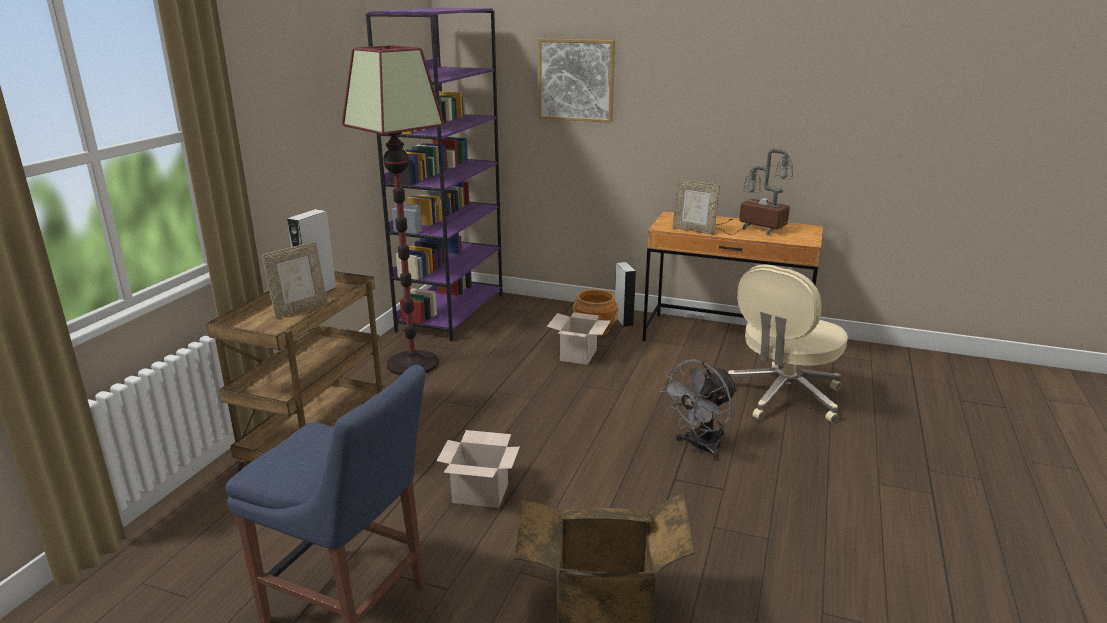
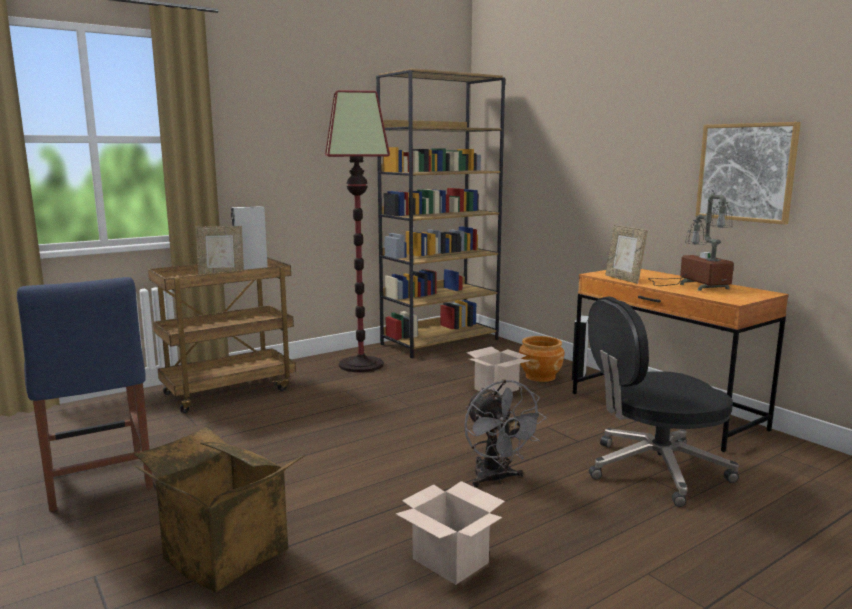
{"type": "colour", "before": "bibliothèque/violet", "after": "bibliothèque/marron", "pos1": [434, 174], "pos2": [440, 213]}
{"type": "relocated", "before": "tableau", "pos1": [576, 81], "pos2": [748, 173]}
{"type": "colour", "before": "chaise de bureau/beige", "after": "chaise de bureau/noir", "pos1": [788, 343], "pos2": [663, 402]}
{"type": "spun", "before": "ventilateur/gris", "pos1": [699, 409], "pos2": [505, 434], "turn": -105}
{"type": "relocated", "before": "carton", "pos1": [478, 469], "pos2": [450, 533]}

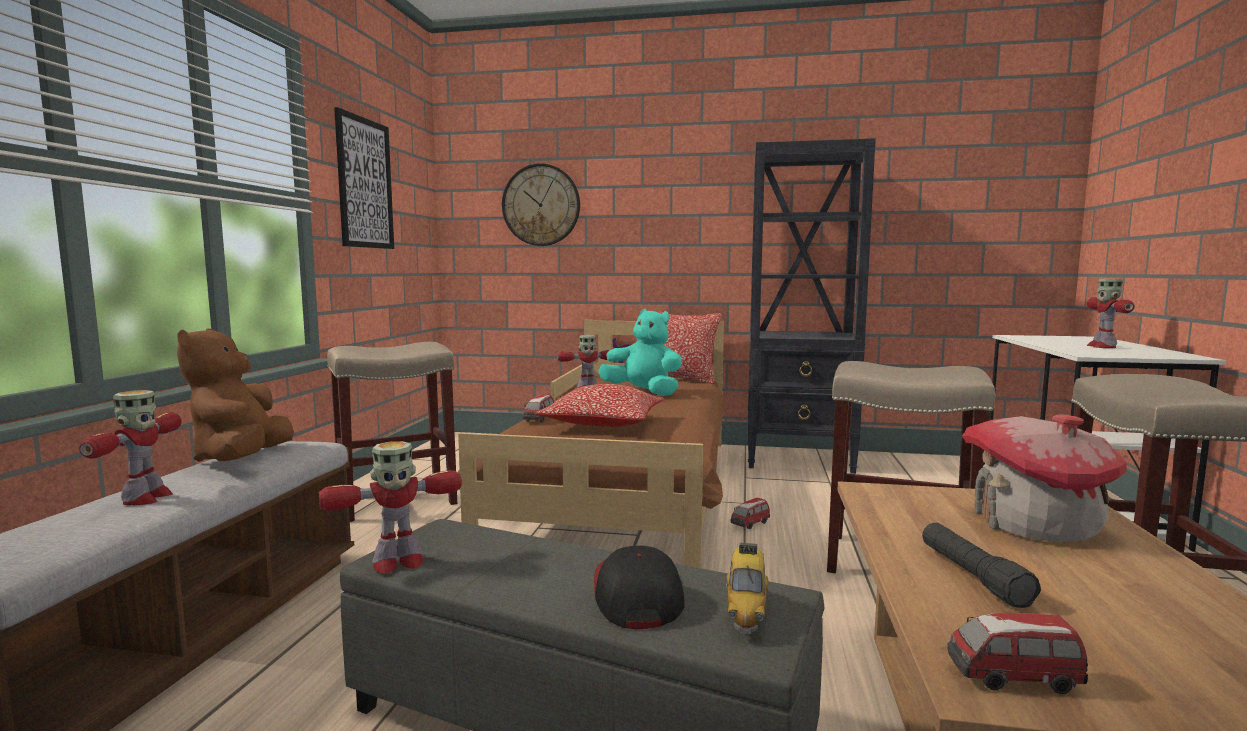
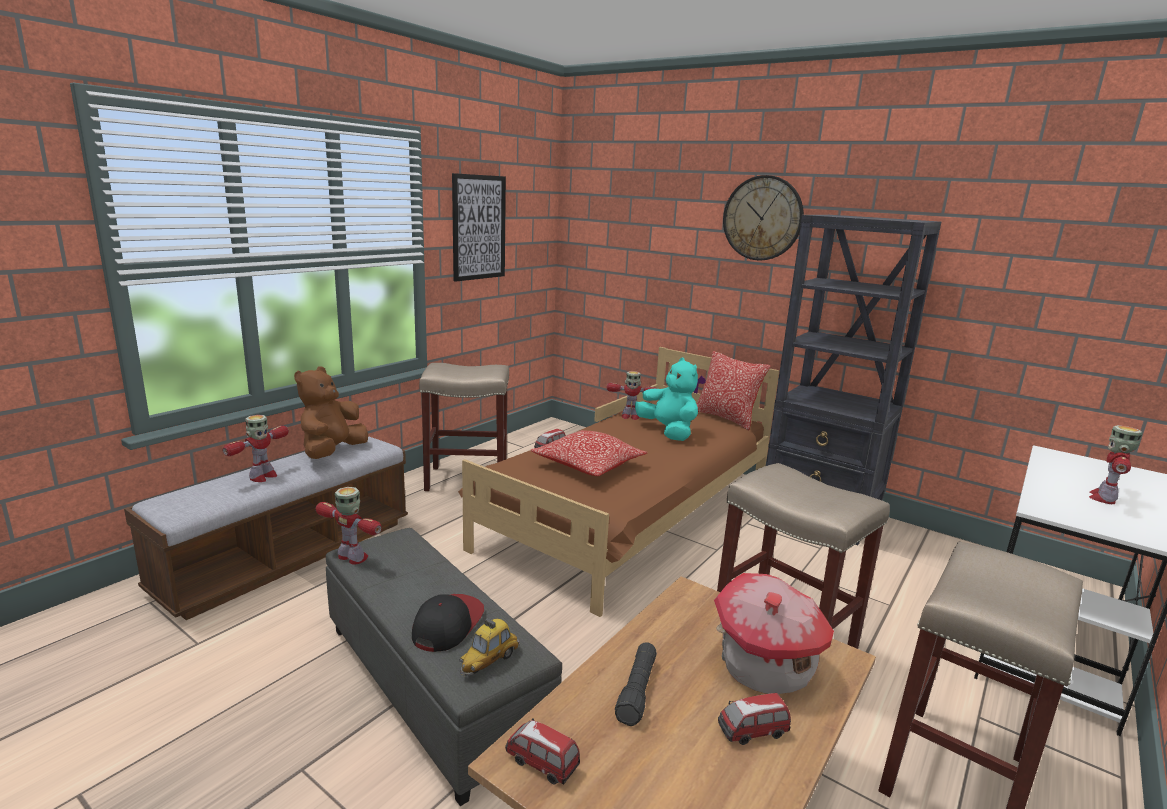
{"type": "relocated", "before": "horloge murale", "pos1": [541, 204], "pos2": [763, 217]}
{"type": "spun", "before": "robot jouet", "pos1": [390, 507], "pos2": [349, 526], "turn": -150}
{"type": "relocated", "before": "petite voiture", "pos1": [750, 513], "pos2": [754, 719]}

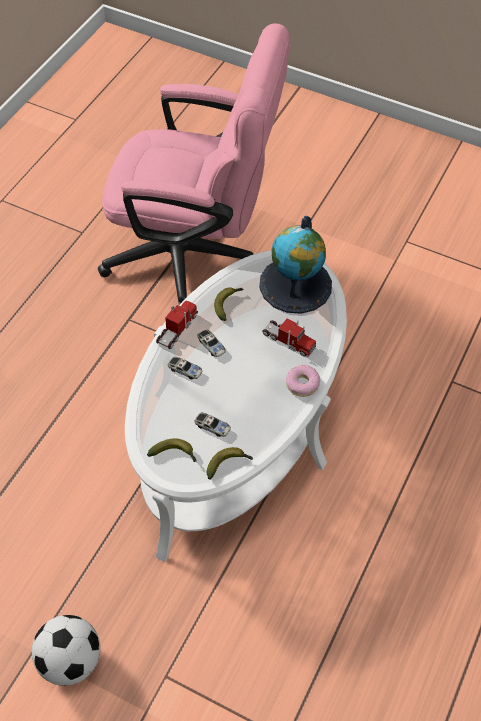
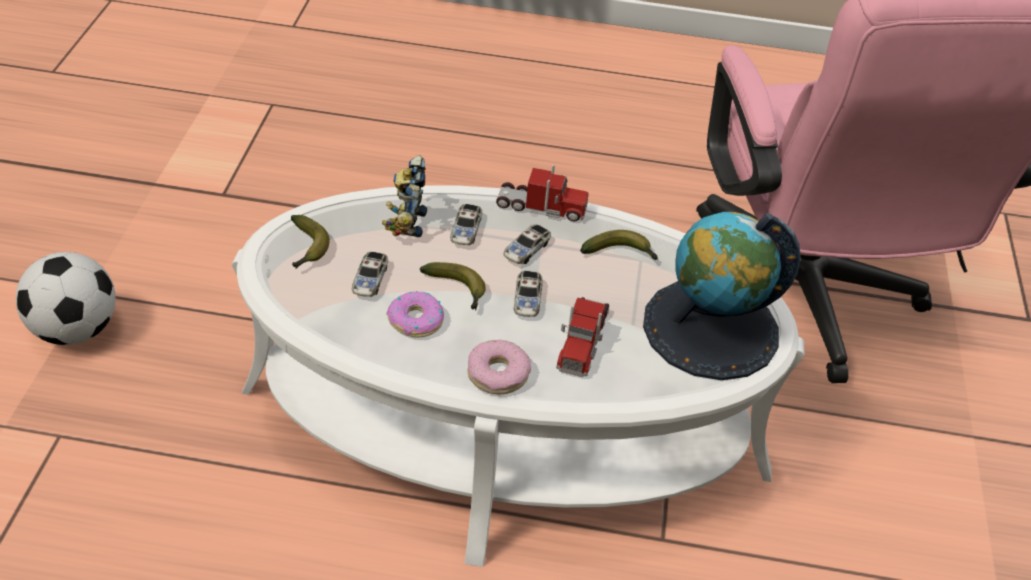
{"type": "relocated", "before": "banane", "pos1": [230, 463], "pos2": [453, 286]}
{"type": "appeared", "after": "robot jouet", "pos2": [404, 196]}
{"type": "appeared", "after": "petite voiture", "pos2": [528, 294]}
{"type": "appeared", "after": "beignet", "pos2": [415, 314]}

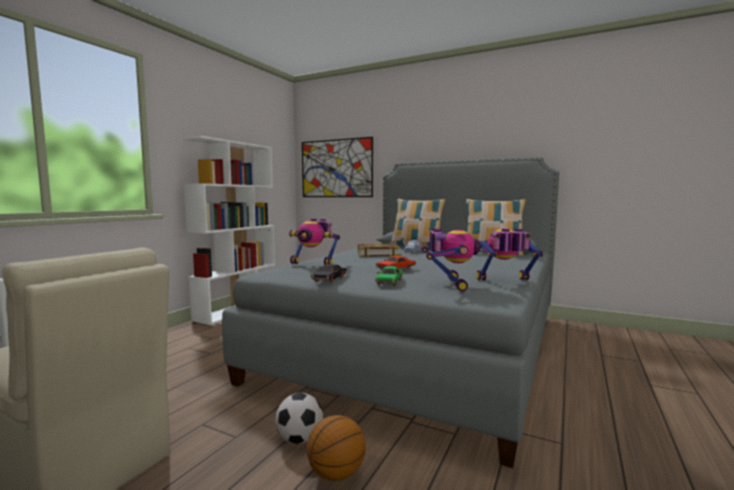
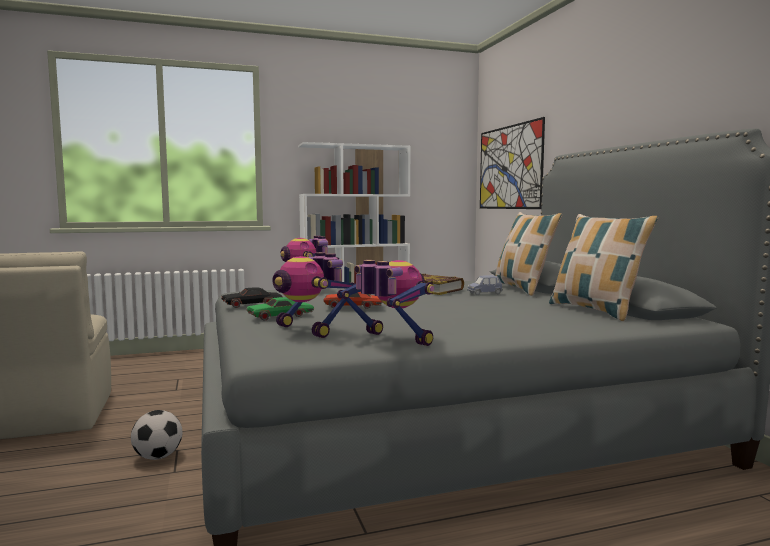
{"type": "spun", "before": "robot jouet", "pos1": [450, 259], "pos2": [314, 295], "turn": 90}
{"type": "missing", "before": "ballon de basket", "pos1": [336, 448]}

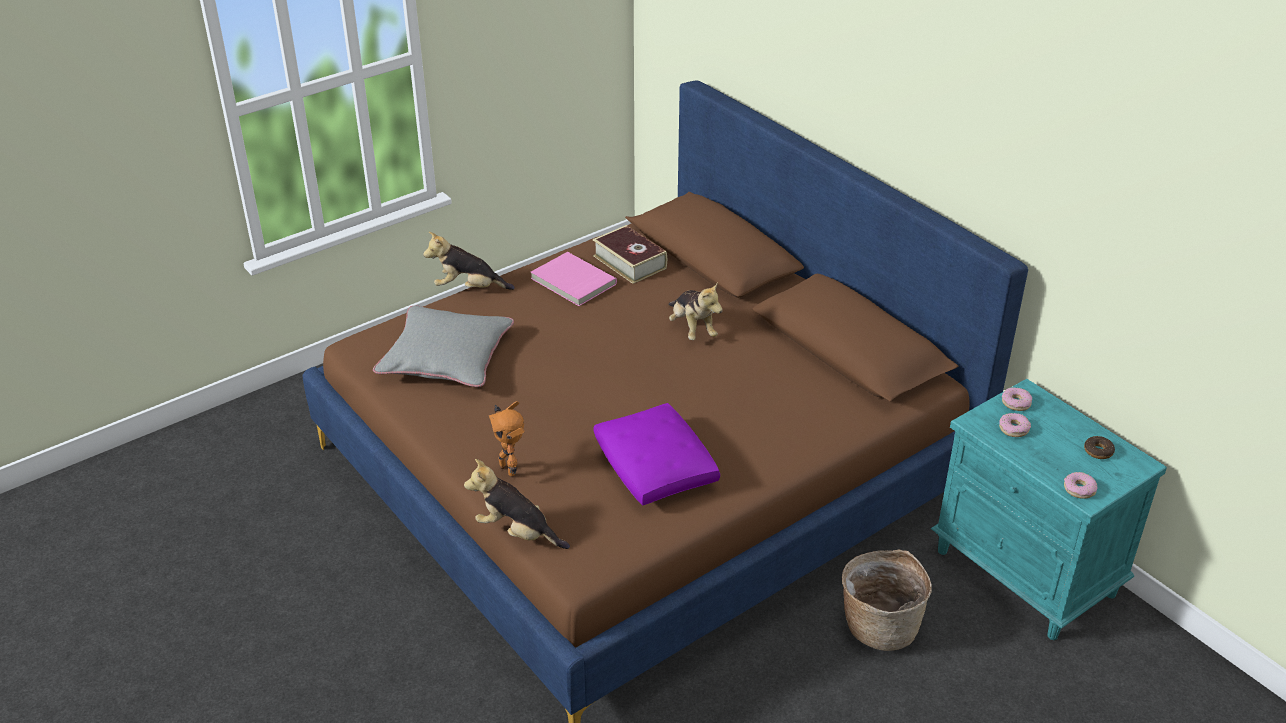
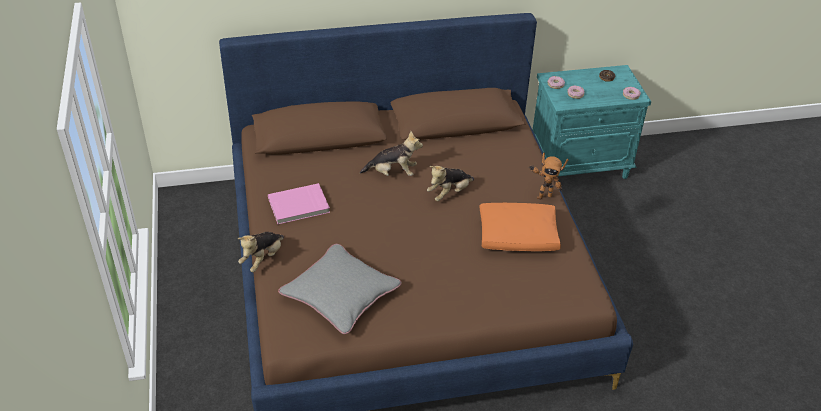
{"type": "missing", "before": "livre", "pos1": [630, 254]}
{"type": "relocated", "before": "robot jouet", "pos1": [507, 439], "pos2": [549, 176]}
{"type": "colour", "before": "coussin/violet", "after": "coussin/orange", "pos1": [657, 454], "pos2": [520, 227]}
{"type": "relocated", "before": "peluche", "pos1": [517, 504], "pos2": [450, 183]}
{"type": "missing", "before": "panier", "pos1": [887, 600]}

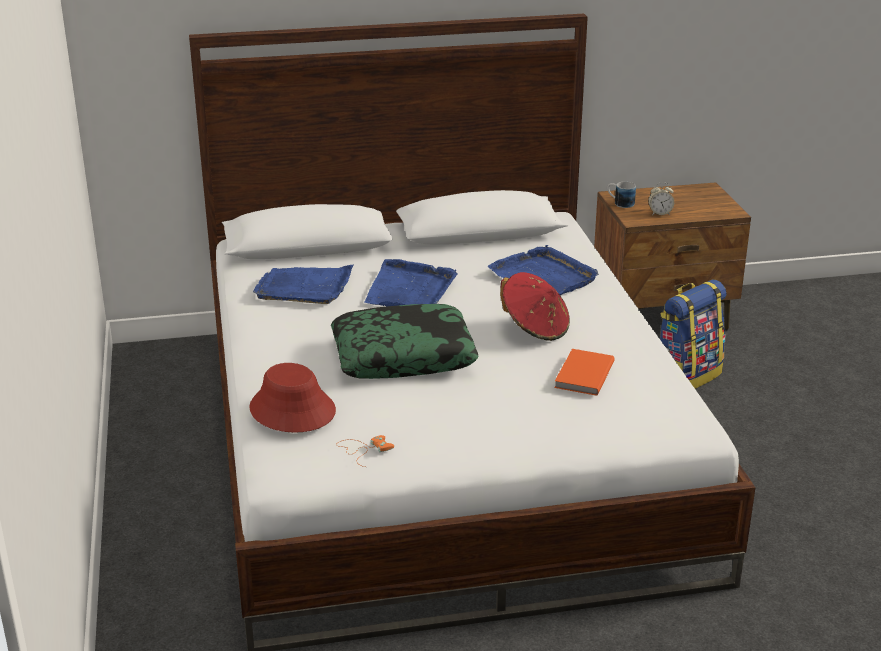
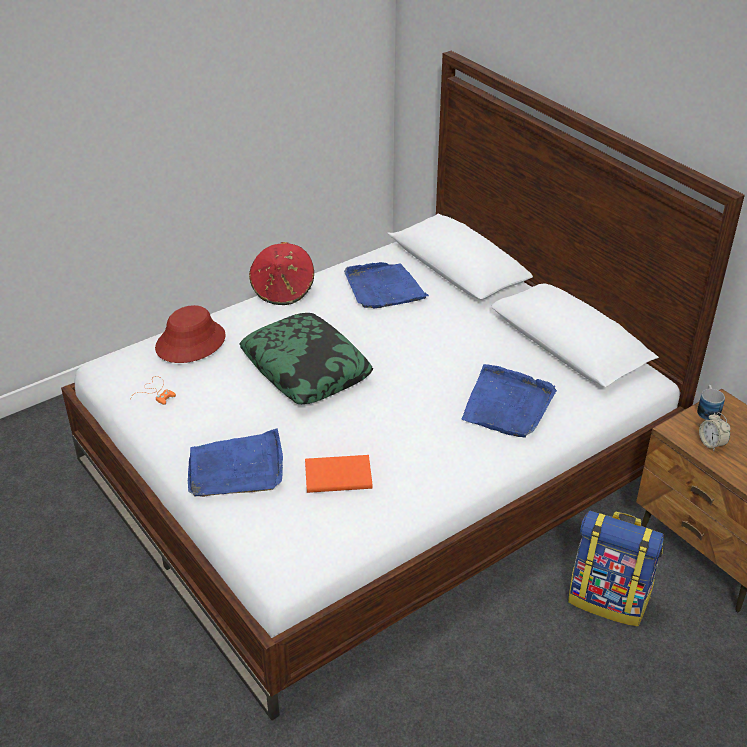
{"type": "relocated", "before": "plateau/bleu", "pos1": [411, 282], "pos2": [235, 463]}
{"type": "relocated", "before": "chapeau/rouge", "pos1": [535, 306], "pos2": [281, 273]}

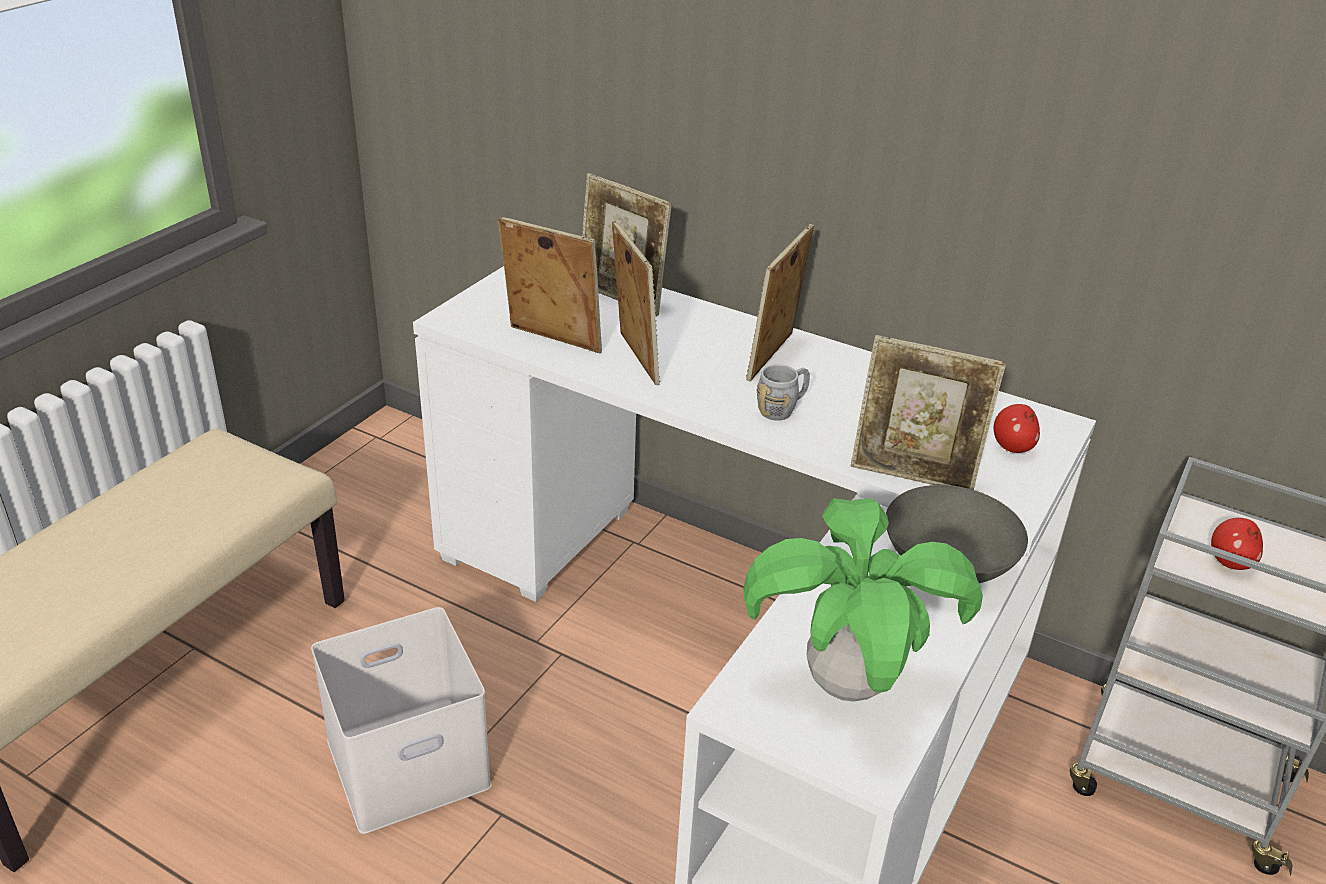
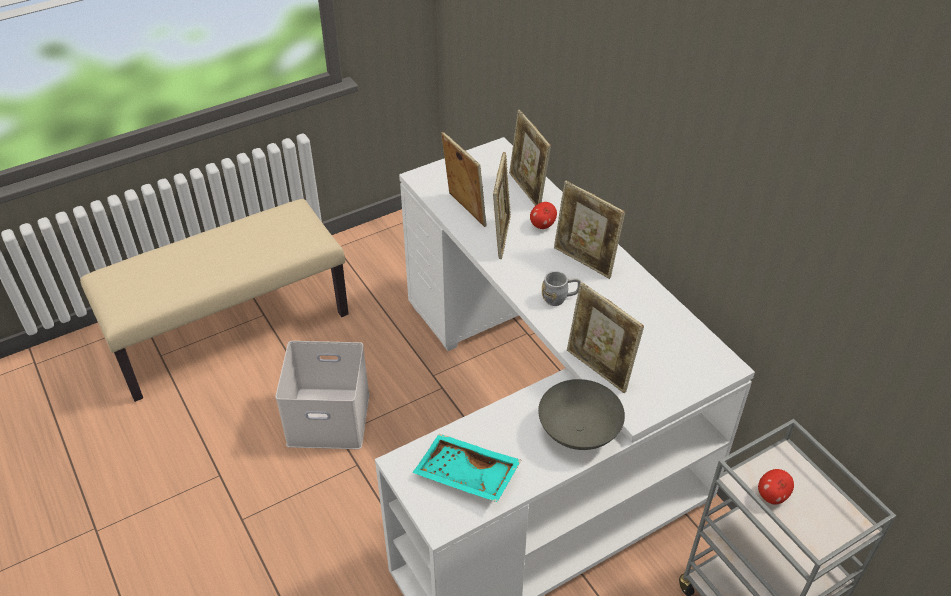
{"type": "spun", "before": "cadre photo", "pos1": [780, 302], "pos2": [589, 230], "turn": -105}
{"type": "relocated", "before": "pomme", "pos1": [1017, 428], "pos2": [543, 215]}
{"type": "exchanged", "before": "plante en pot", "after": "plateau/turquoise", "pos1": [863, 600], "pos2": [466, 468]}

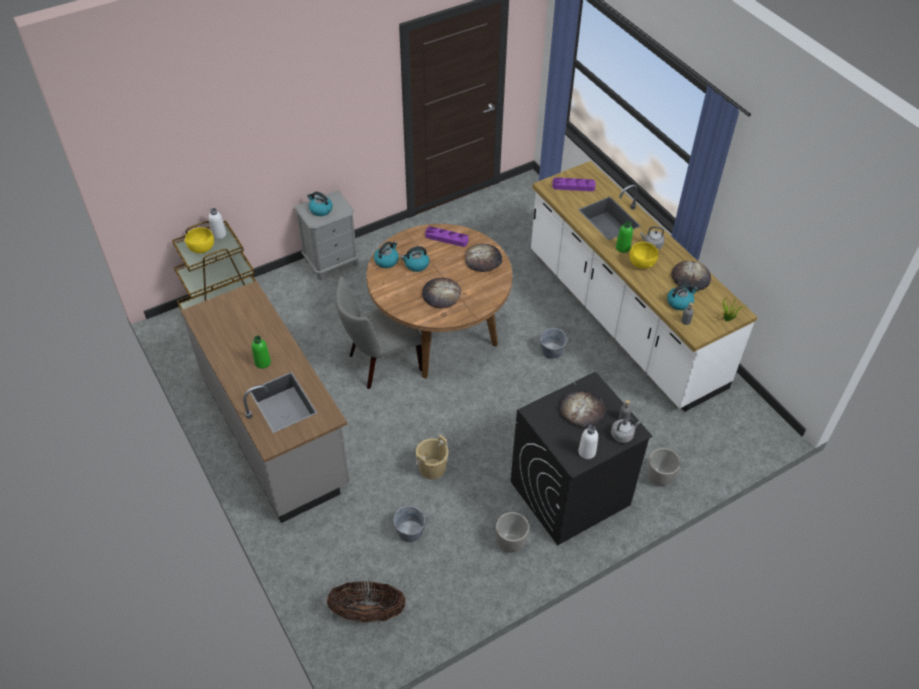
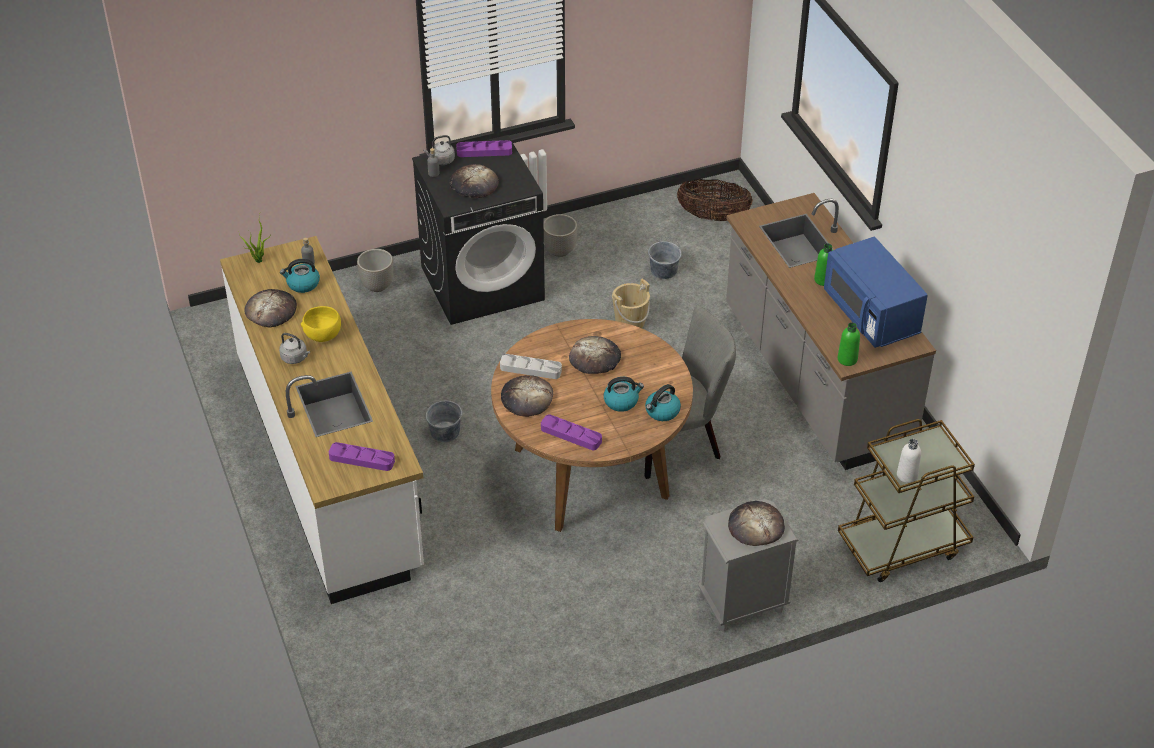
{"type": "exchanged", "before": "bouilloire", "after": "pain", "pos1": [320, 204], "pos2": [756, 523]}
{"type": "relocated", "before": "bouteille/vert", "pos1": [624, 237], "pos2": [849, 344]}
{"type": "missing", "before": "bol/jaune", "pos1": [199, 240]}
{"type": "exchanged", "before": "bouteille/blanc", "after": "plateau/violet", "pos1": [588, 442], "pos2": [484, 148]}
{"type": "appeared", "after": "micro-ondes/bleu", "pos2": [876, 292]}
{"type": "appeared", "after": "plateau/gris", "pos2": [531, 366]}

